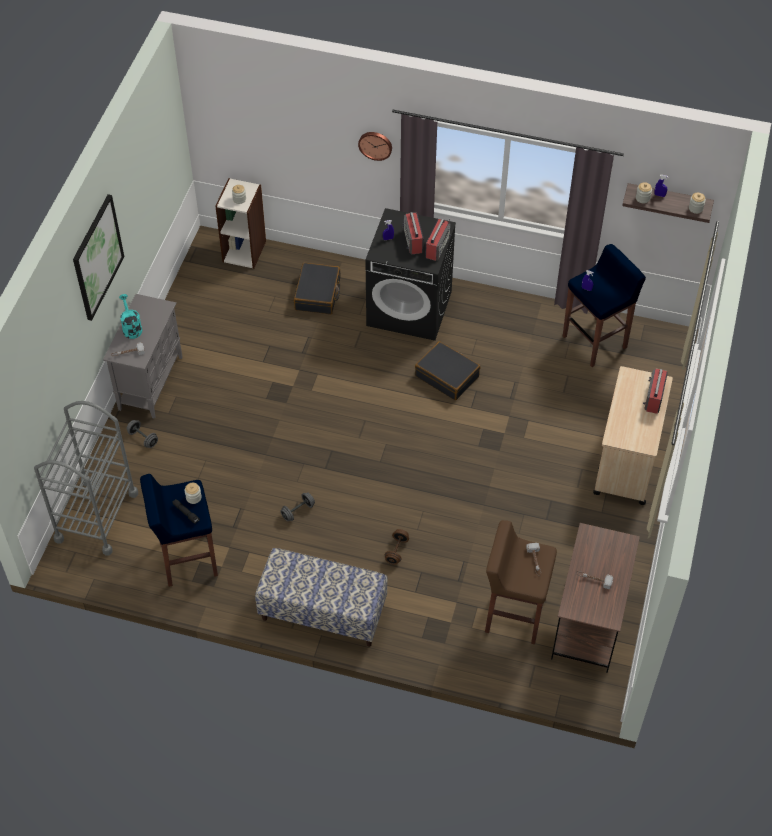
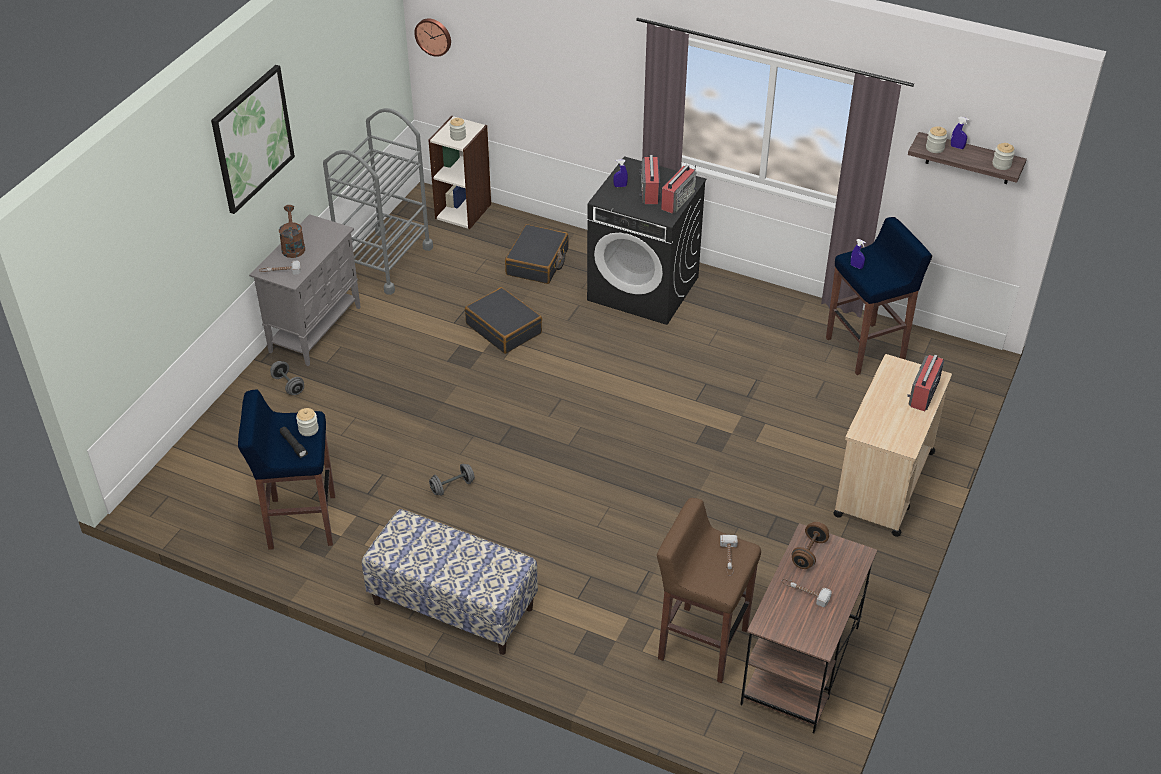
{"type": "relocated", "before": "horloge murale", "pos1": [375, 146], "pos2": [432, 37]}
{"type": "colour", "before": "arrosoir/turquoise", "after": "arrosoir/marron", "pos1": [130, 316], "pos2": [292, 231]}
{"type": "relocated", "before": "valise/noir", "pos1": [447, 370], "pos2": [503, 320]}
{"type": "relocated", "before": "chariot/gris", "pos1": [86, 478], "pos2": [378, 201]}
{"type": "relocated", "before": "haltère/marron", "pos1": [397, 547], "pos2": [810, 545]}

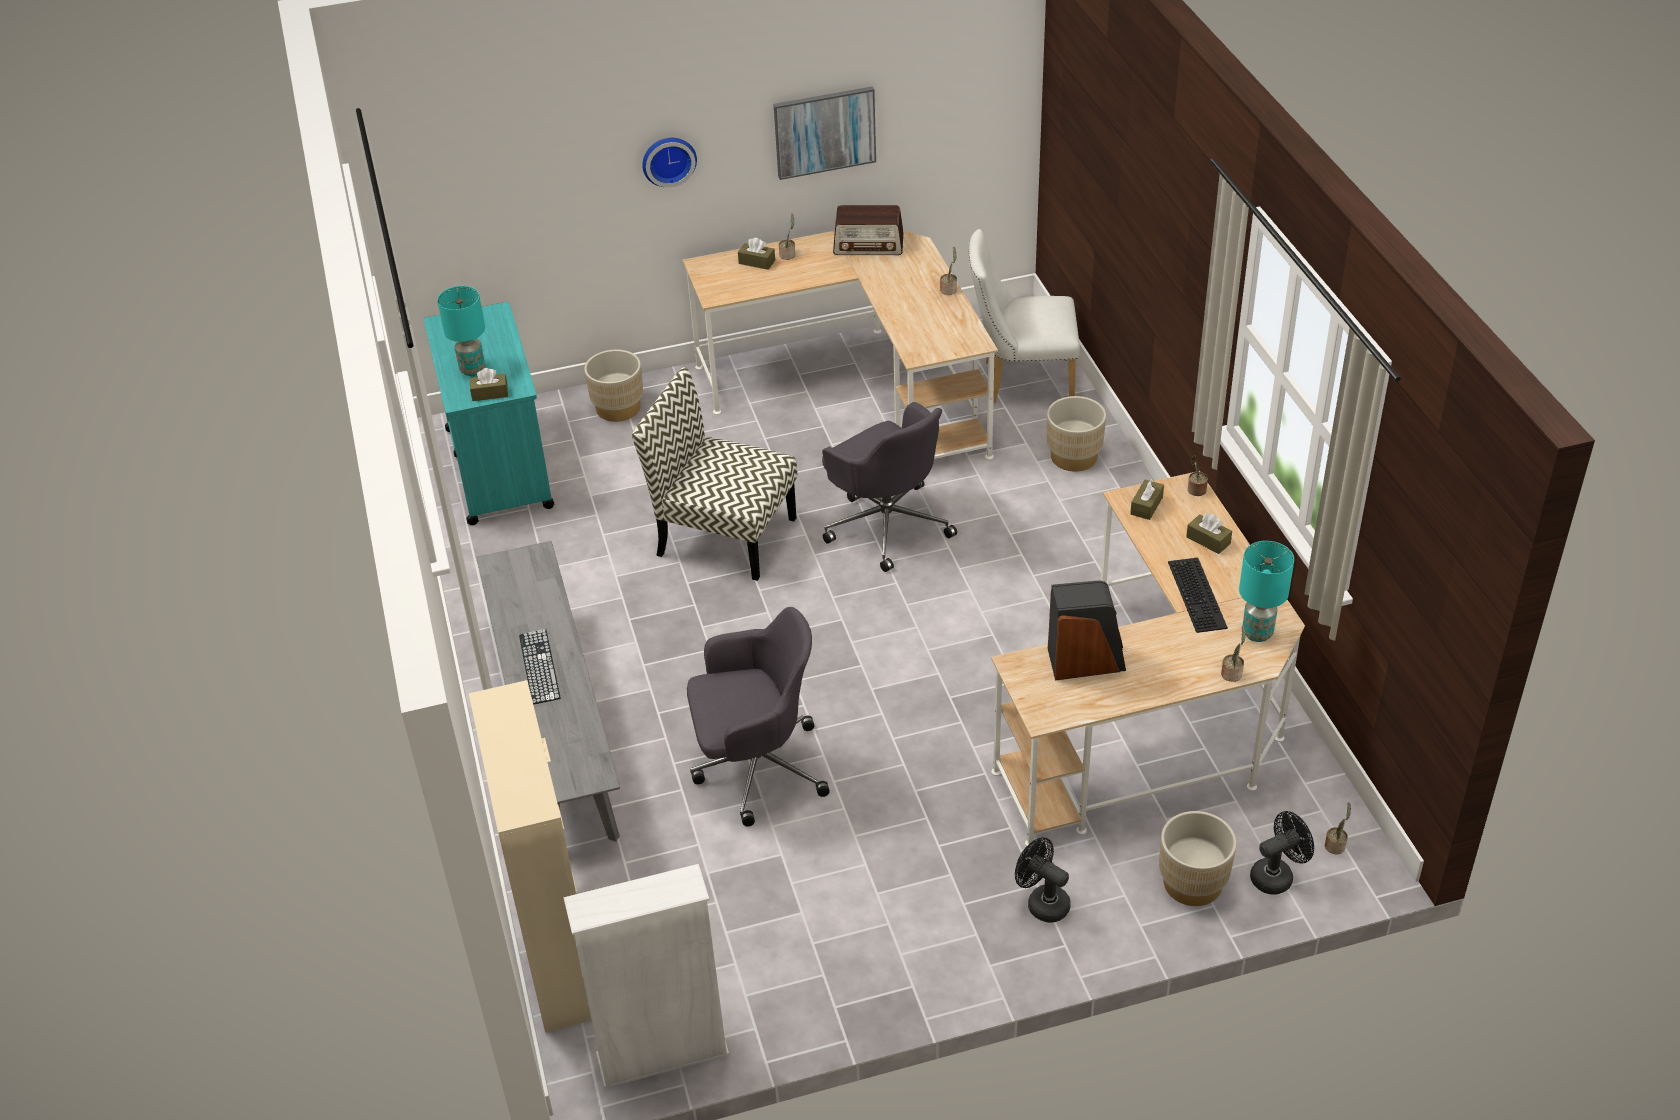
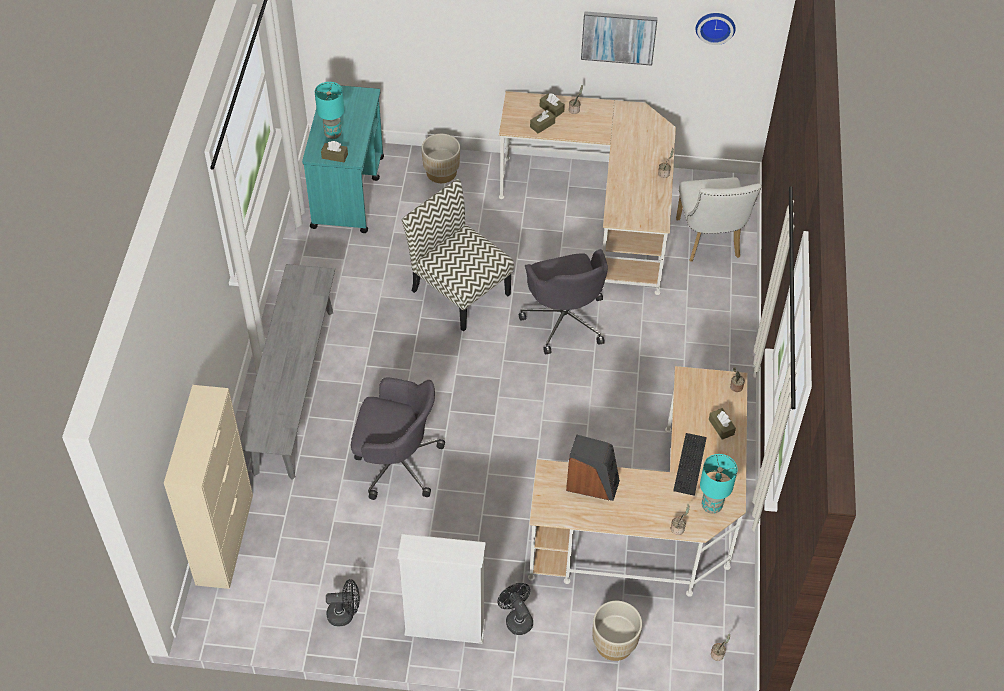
{"type": "relocated", "before": "horloge murale", "pos1": [669, 162], "pos2": [716, 29]}
{"type": "missing", "before": "radio", "pos1": [868, 230]}
{"type": "spun", "before": "chaise/blanc", "pos1": [1024, 316], "pos2": [719, 219], "turn": -120}
{"type": "missing", "before": "cache-pot/beige", "pos1": [1076, 434]}
{"type": "relocated", "before": "boîte à mouchoirs/marron", "pos1": [1147, 499], "pos2": [542, 121]}
{"type": "missing", "before": "clavier", "pos1": [540, 667]}
{"type": "relocated", "before": "ventilateur/noir", "pos1": [1282, 853], "pos2": [343, 602]}
{"type": "relocated", "before": "bibliothèque/blanc", "pos1": [646, 976], "pos2": [441, 589]}

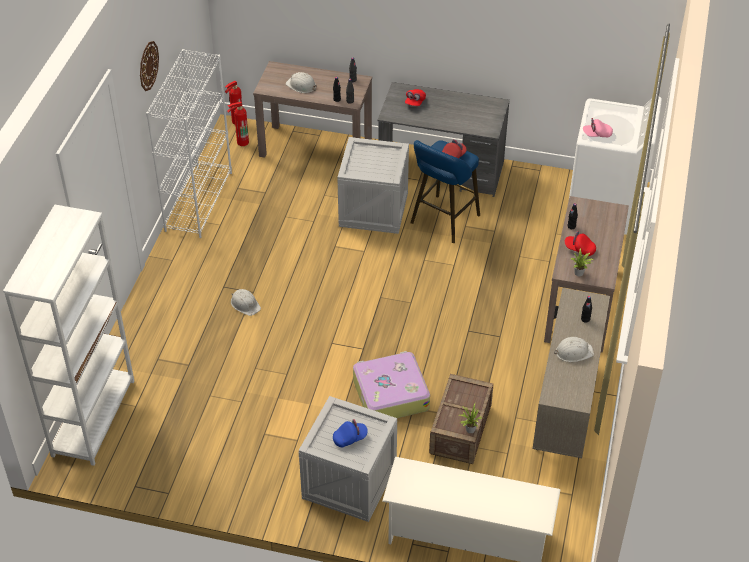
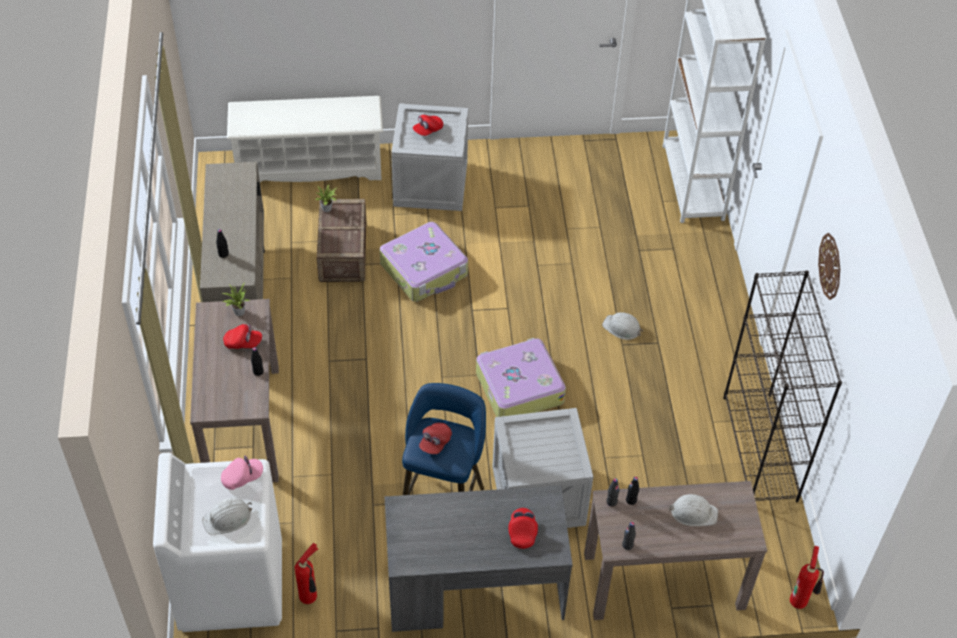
{"type": "colour", "before": "bibliothèque/blanc", "after": "bibliothèque/noir", "pos1": [189, 143], "pos2": [782, 386]}
{"type": "relocated", "before": "extincteur", "pos1": [238, 124], "pos2": [306, 573]}
{"type": "relocated", "before": "casque de chantier/blanc", "pos1": [574, 349], "pos2": [227, 516]}
{"type": "colour", "before": "casquette/bleu", "after": "casquette/rouge", "pos1": [350, 433], "pos2": [428, 125]}
{"type": "appeared", "after": "valise", "pos2": [521, 377]}

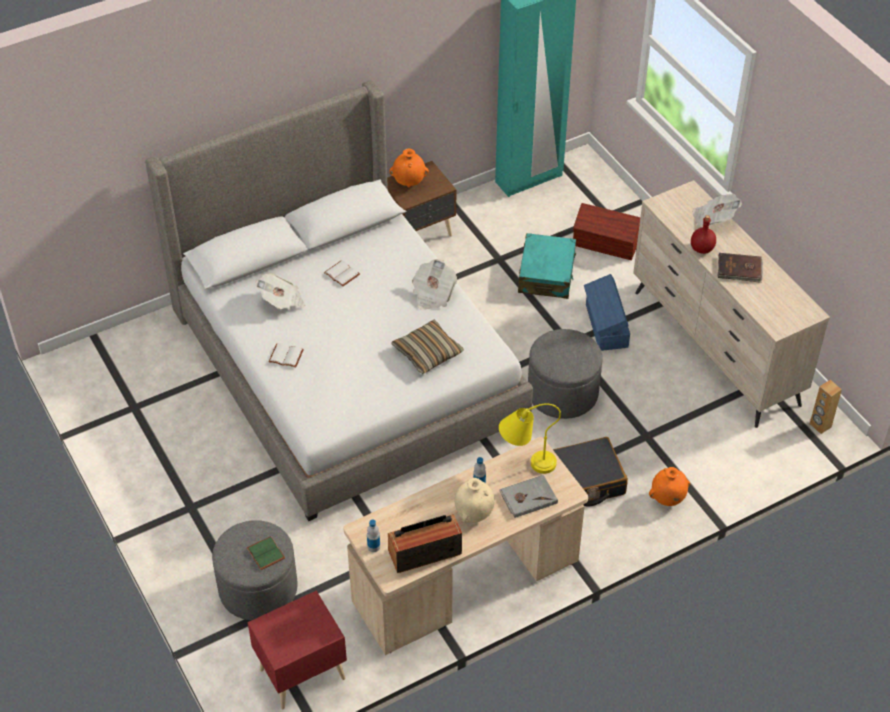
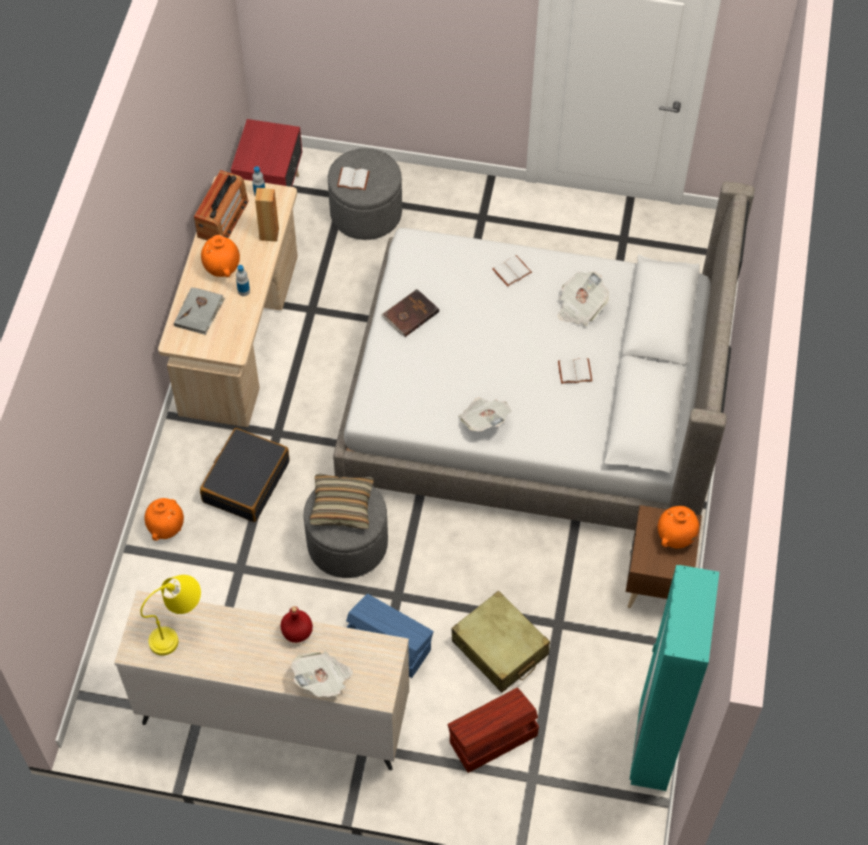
{"type": "colour", "before": "valise/turquoise", "after": "valise/beige", "pos1": [547, 266], "pos2": [500, 642]}
{"type": "relocated", "before": "livre/marron", "pos1": [740, 268], "pos2": [410, 313]}
{"type": "relocated", "before": "coussin", "pos1": [427, 347], "pos2": [342, 501]}
{"type": "relocated", "before": "enceinte/marron", "pos1": [826, 407], "pos2": [267, 214]}
{"type": "relocated", "before": "lampe de table/jaune", "pos1": [530, 438], "pos2": [170, 615]}
{"type": "colour", "before": "vase/beige", "after": "vase/orange", "pos1": [475, 500], "pos2": [220, 256]}
{"type": "colour", "before": "livre/vert", "after": "livre/blanc", "pos1": [266, 553], "pos2": [353, 178]}

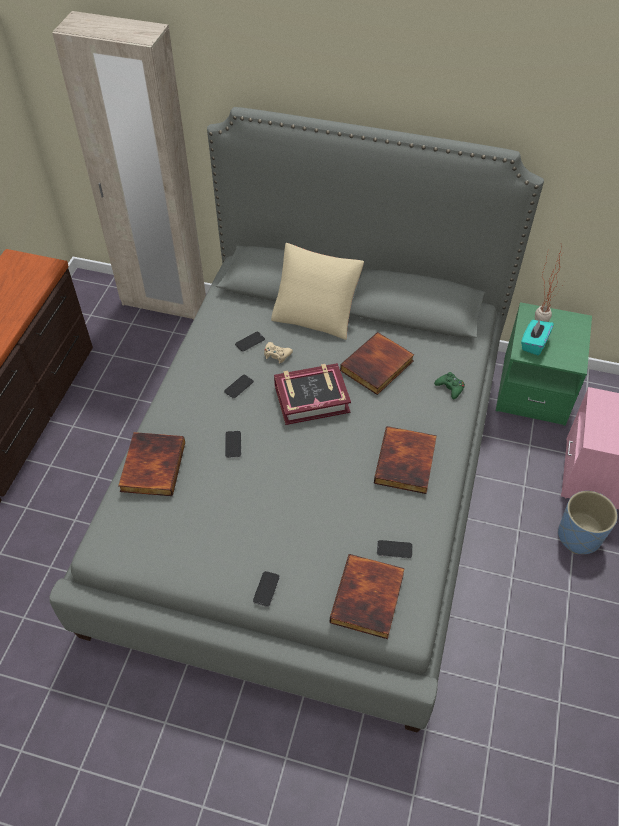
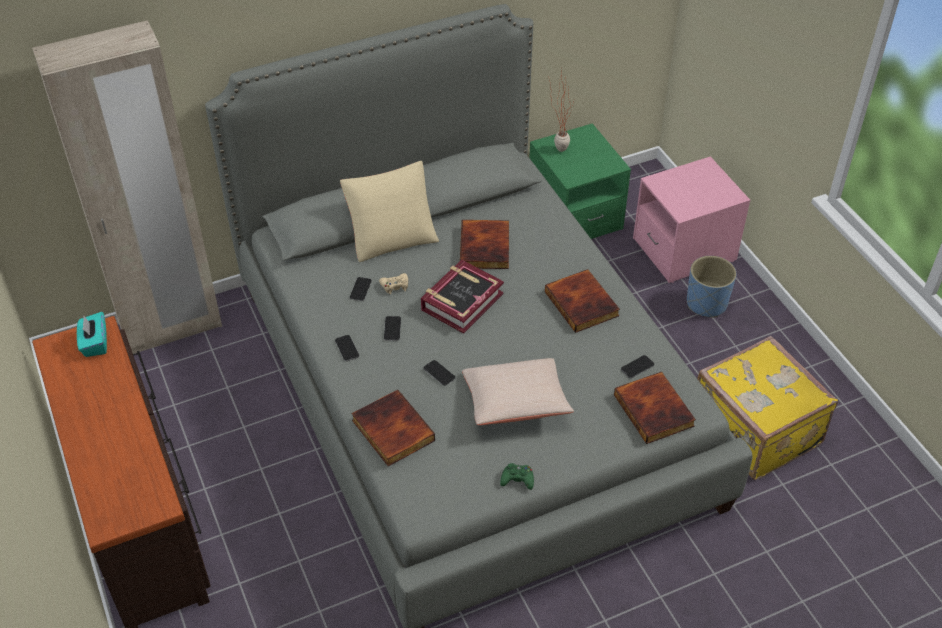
{"type": "relocated", "before": "boîte à mouchoirs/turquoise", "pos1": [537, 337], "pos2": [92, 334]}
{"type": "relocated", "before": "manette/vert", "pos1": [449, 385], "pos2": [517, 476]}
{"type": "relocated", "before": "téléphone", "pos1": [266, 589], "pos2": [347, 348]}
{"type": "appeared", "after": "valise/jaune", "pos2": [767, 408]}
{"type": "appeared", "after": "coussin/beige", "pos2": [518, 391]}

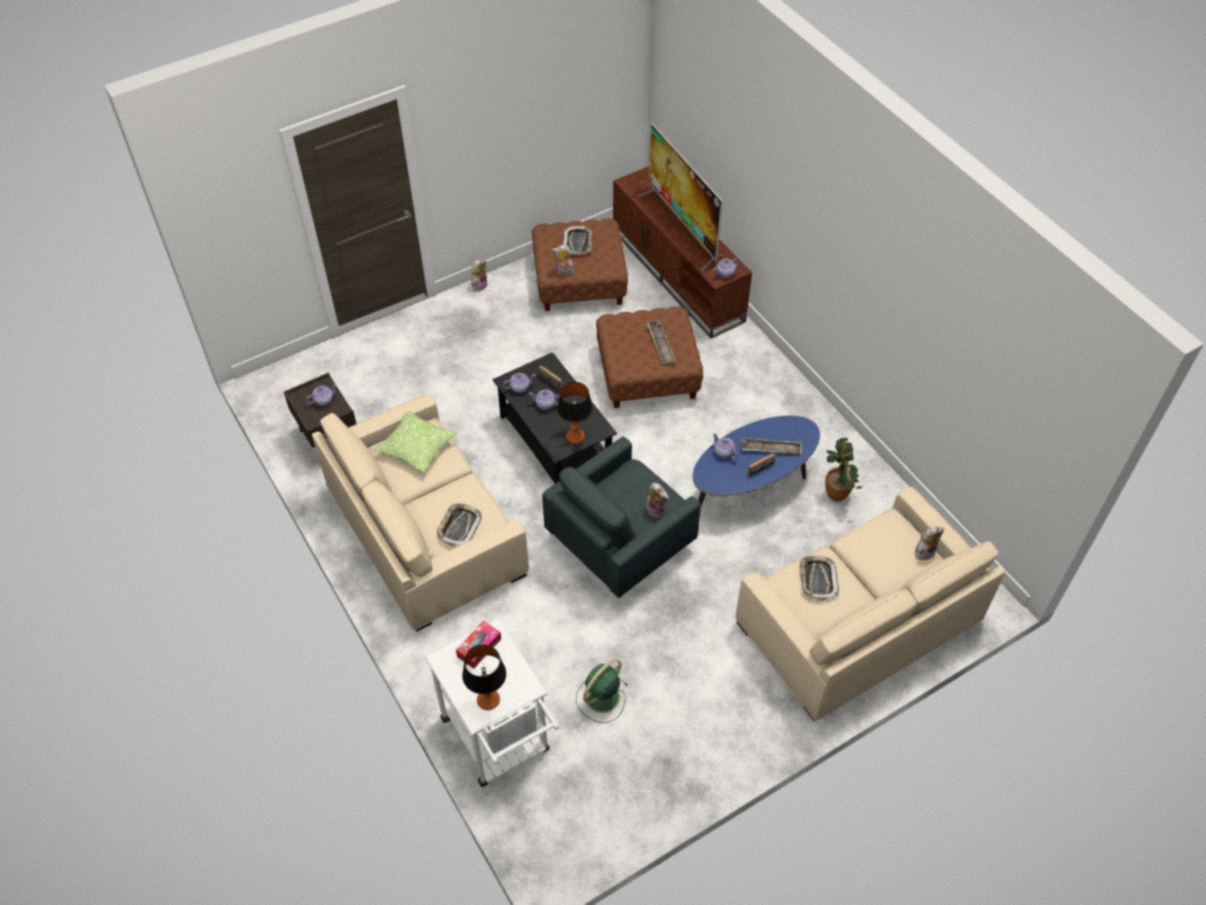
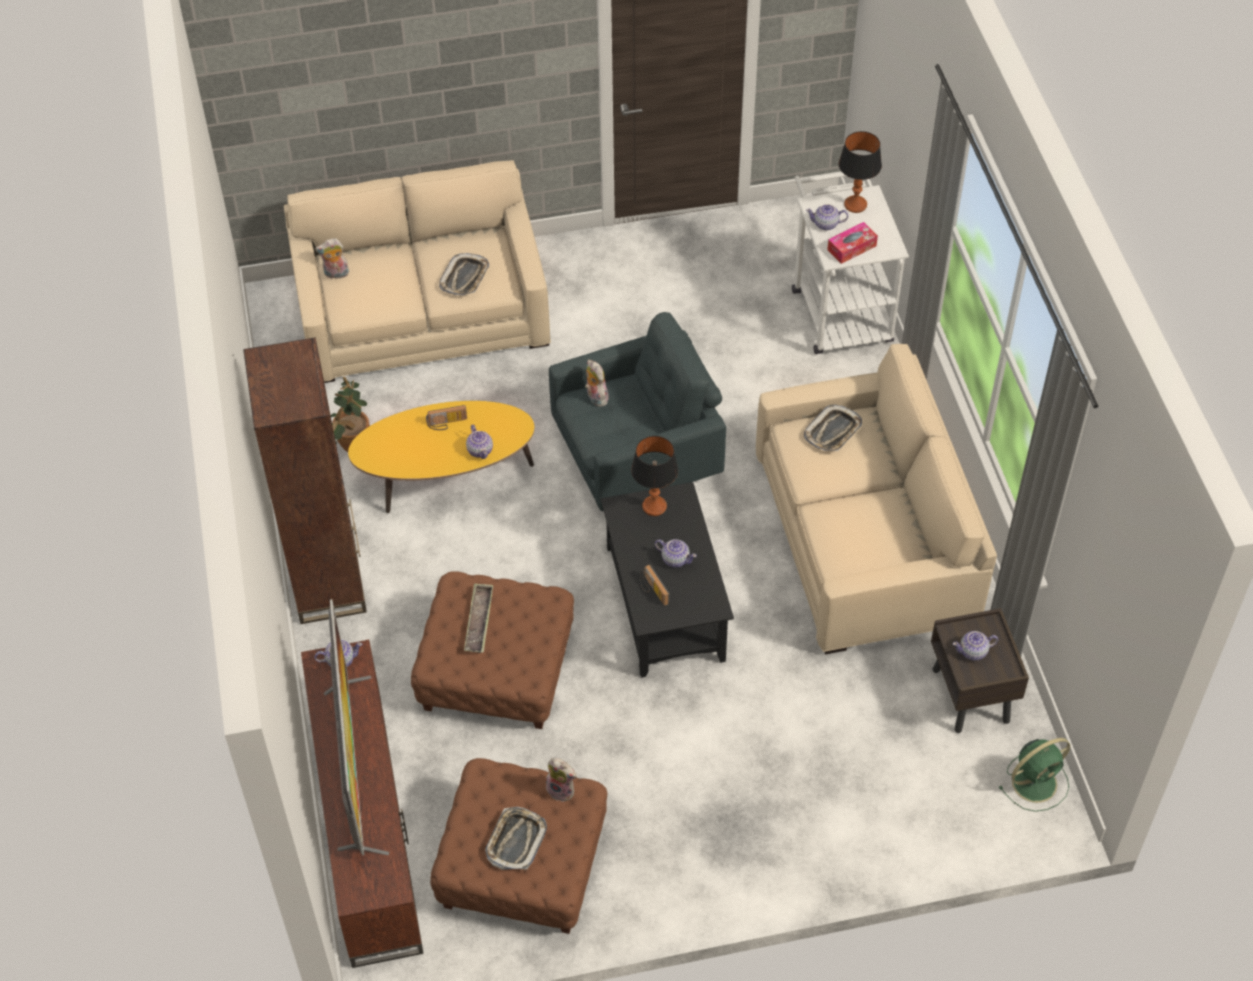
{"type": "missing", "before": "peluche", "pos1": [479, 275]}
{"type": "relocated", "before": "théière", "pos1": [519, 383], "pos2": [827, 217]}
{"type": "missing", "before": "coussin", "pos1": [416, 442]}
{"type": "colour", "before": "table basse/bleu", "after": "table basse/jaune", "pos1": [756, 461], "pos2": [441, 457]}
{"type": "missing", "before": "plateau", "pos1": [772, 446]}
{"type": "relocated", "before": "ventilateur/vert", "pos1": [602, 691], "pos2": [1034, 775]}
{"type": "appeared", "after": "bibliothèque/marron", "pos2": [305, 480]}

